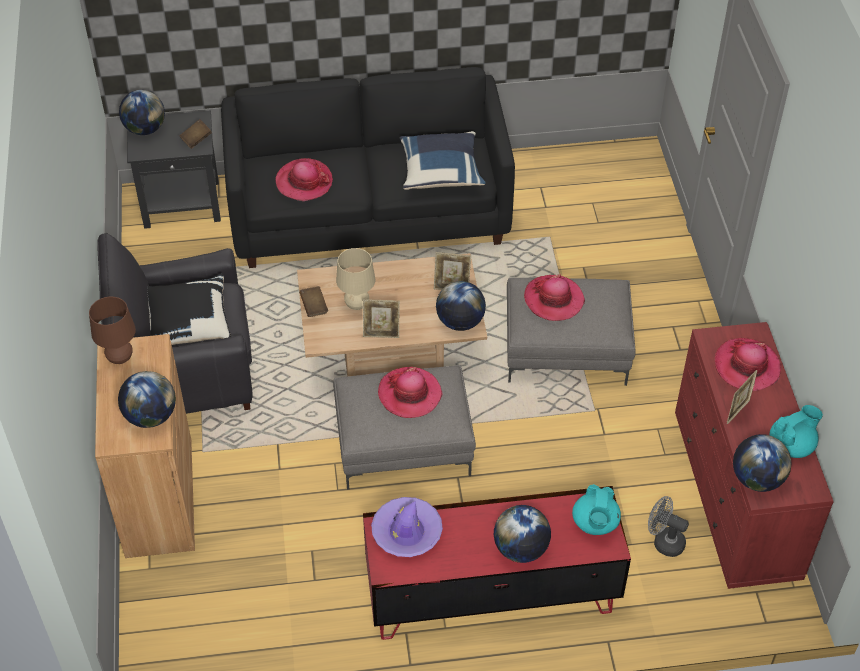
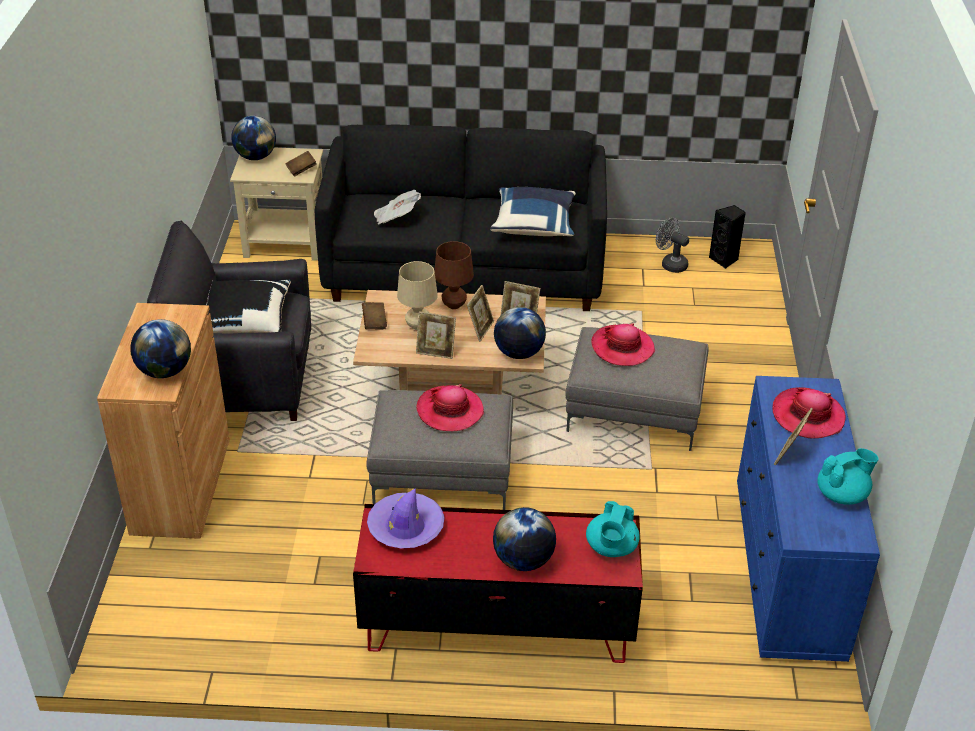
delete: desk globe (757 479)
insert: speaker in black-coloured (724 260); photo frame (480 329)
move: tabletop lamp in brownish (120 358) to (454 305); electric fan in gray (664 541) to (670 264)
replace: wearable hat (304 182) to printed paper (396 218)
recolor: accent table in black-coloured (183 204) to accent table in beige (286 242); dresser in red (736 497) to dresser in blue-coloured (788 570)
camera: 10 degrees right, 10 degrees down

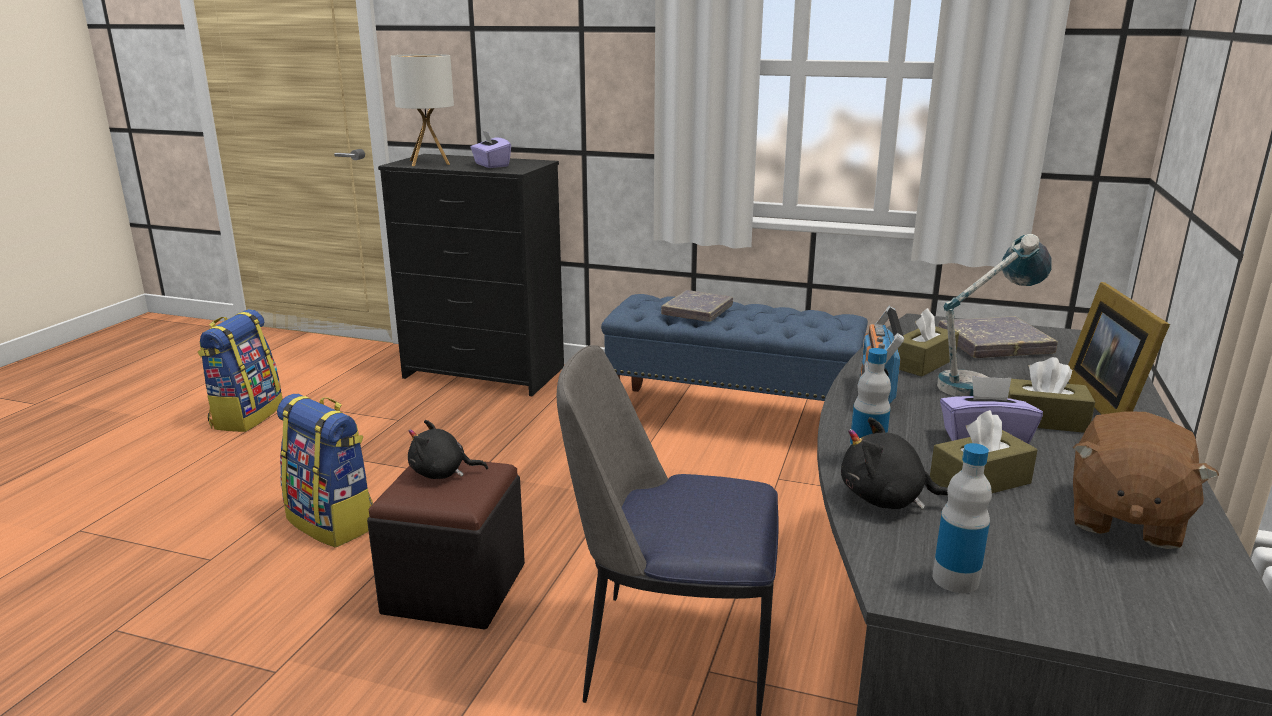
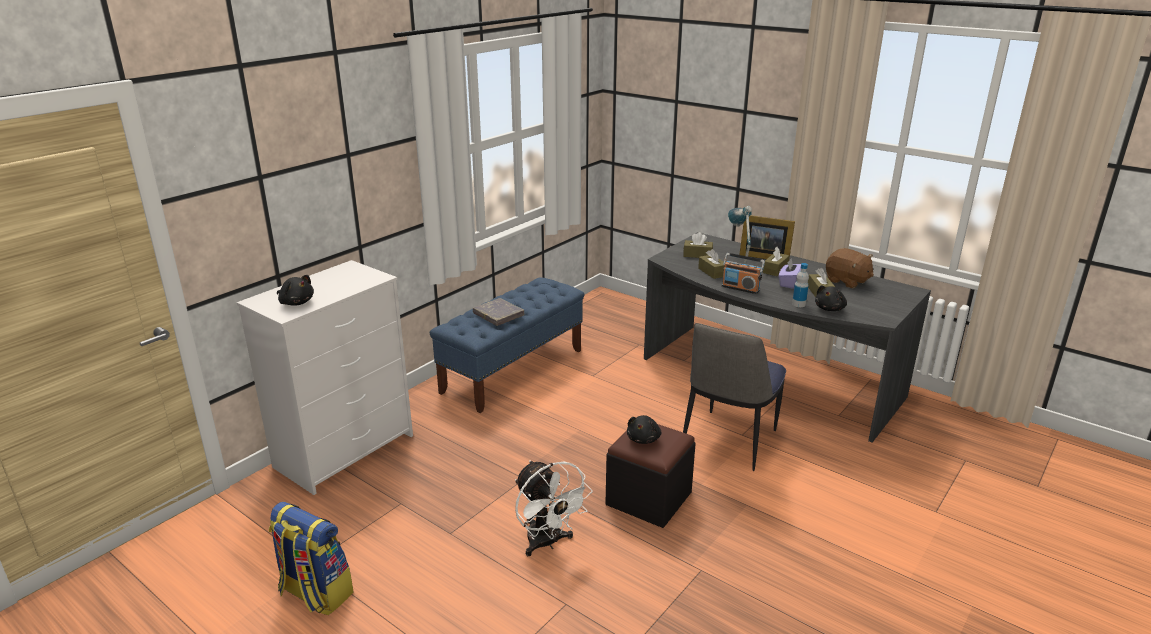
delete: box of tissues in purplish (491 165); drink bottle (955 579)
replace: tabletop lamp (430 162) to cuddly toy in black-coloured (296 302); book in gray (994 344) to box of tissues in brownish (697 255); backpack (334 522) to electric fan in white (547 543)
recolor: dresser in black-coloured (486 372) to dresser in white (345 450)
camera: 70 degrees left, 5 degrees up

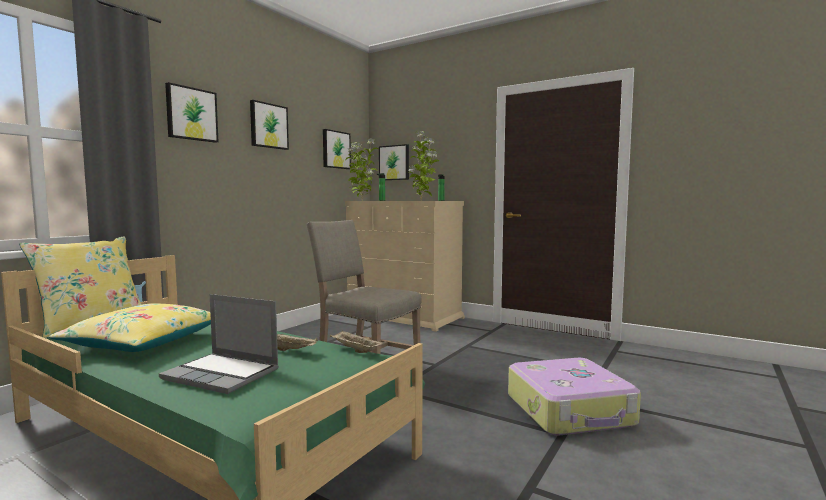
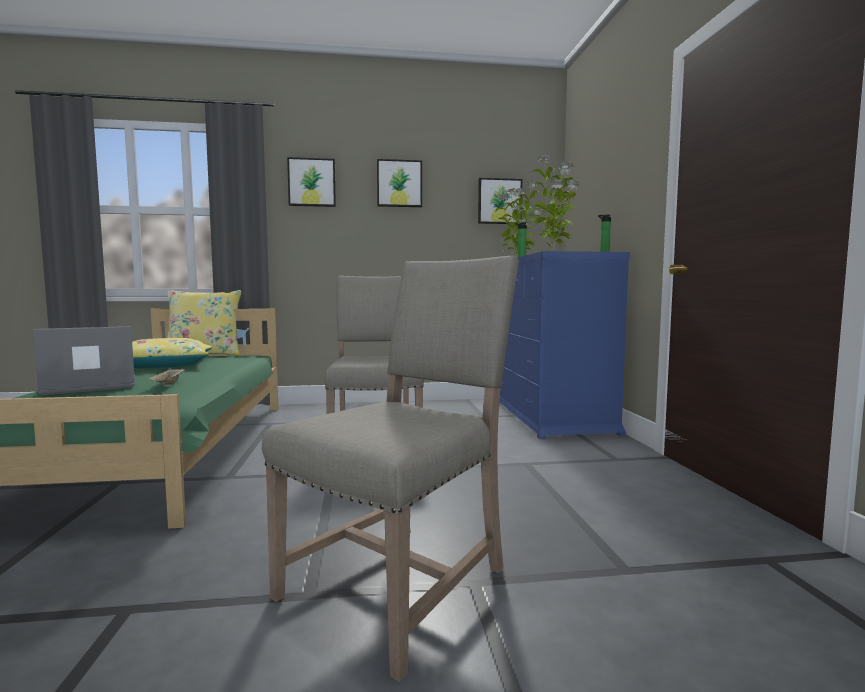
delete: picture (394 162); carrying tray in beige (355 350)
replace: travel case (570 410) to chair in beige (402 581)
recolor: dresser in beige (404 316) to dresser in blue-coloured (552 416)
rotate: portable computer (223 374) = (89 387) 75 degrees clockwise
camera: 50 degrees right, 0 degrees up

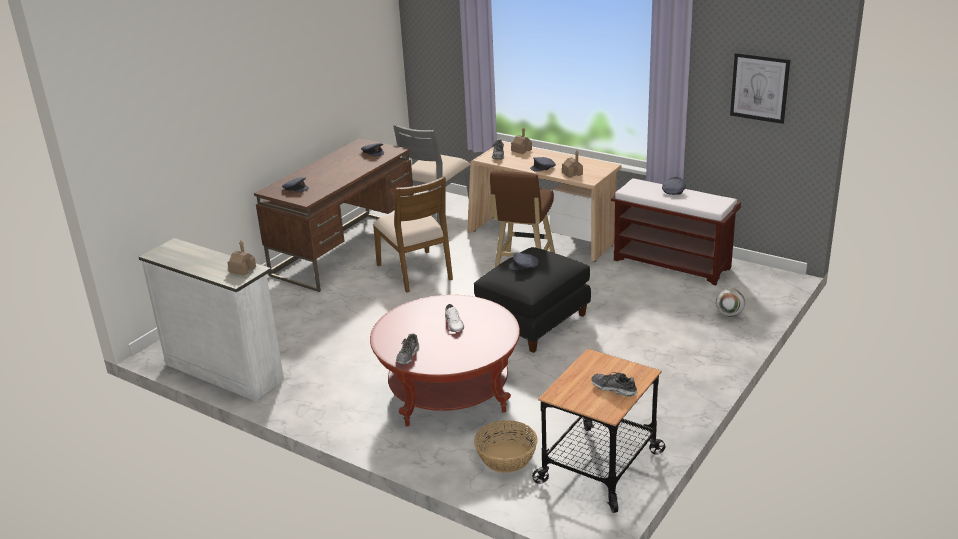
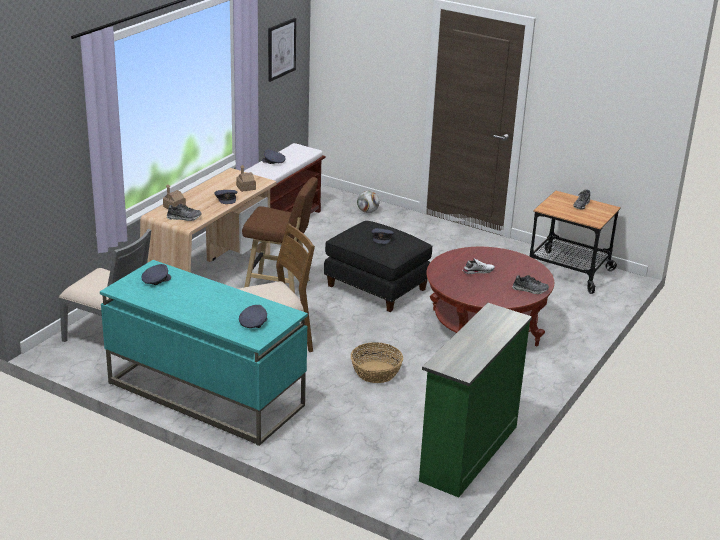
delete: toy house (242 269)
move: storage basket (506 457) to (375 372)
recolor: desk in brownish (345 251) to desk in blue-green (205 394); dresser in white (225 371) to dresser in green (467 453)
camera: 95 degrees left, 0 degrees up

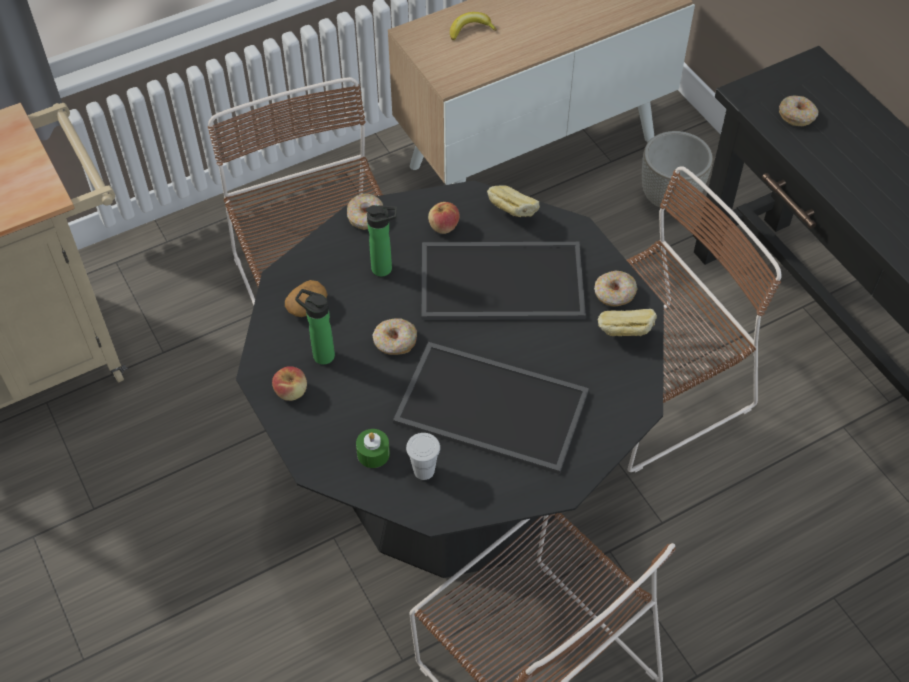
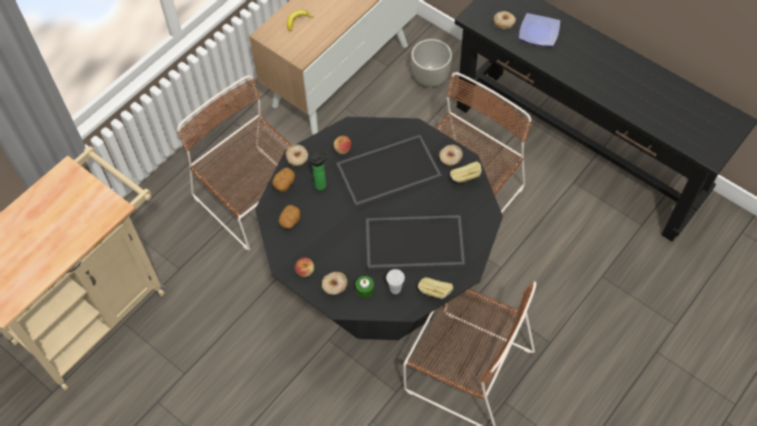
delete: drink bottle (320 354)
insert: plate (539 32); whole potato (284 183)
move: baked bread (512 213) to (434 293); doughnut (395 342) to (334 286)
camera: 20 degrees left, 5 degrees up

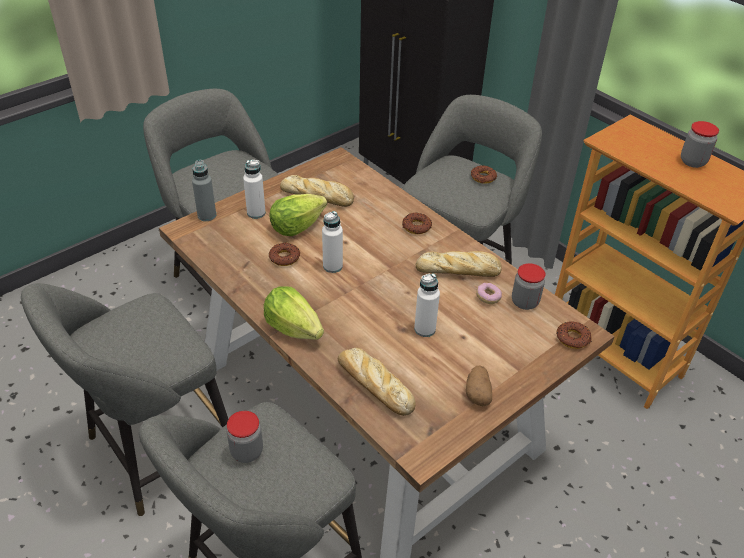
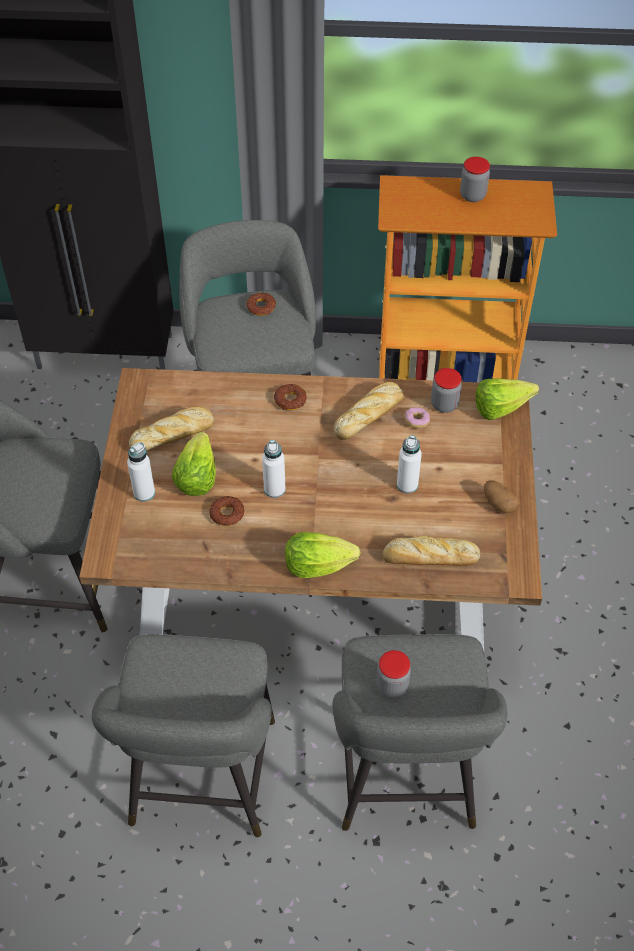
delete: drink bottle in gray (207 215)
replace: doughnut (573 338) to lettuce (506 408)
camera: 45 degrees left, 10 degrees up

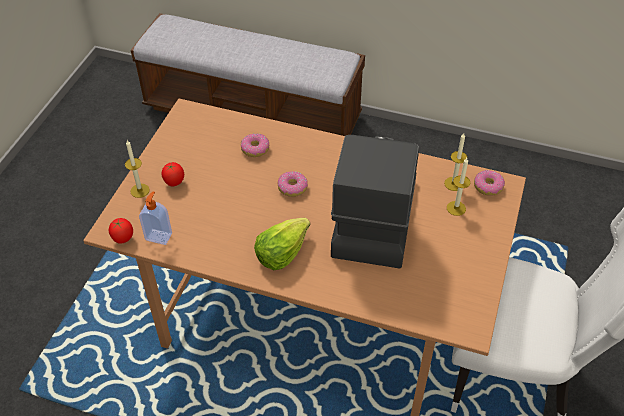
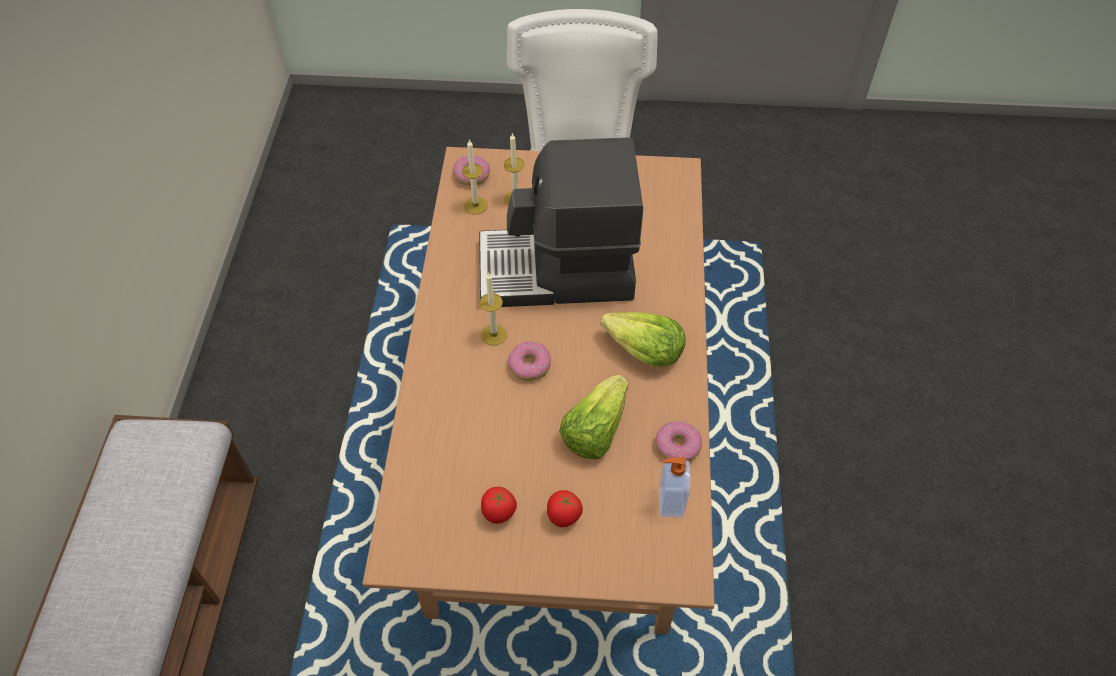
insert: lettuce (595 430)
move: doughnut (255 149) to (678 446); candle (140 190) to (494 335); whole tomato (123 239) to (499 514)
camera: 105 degrees left, 5 degrees up

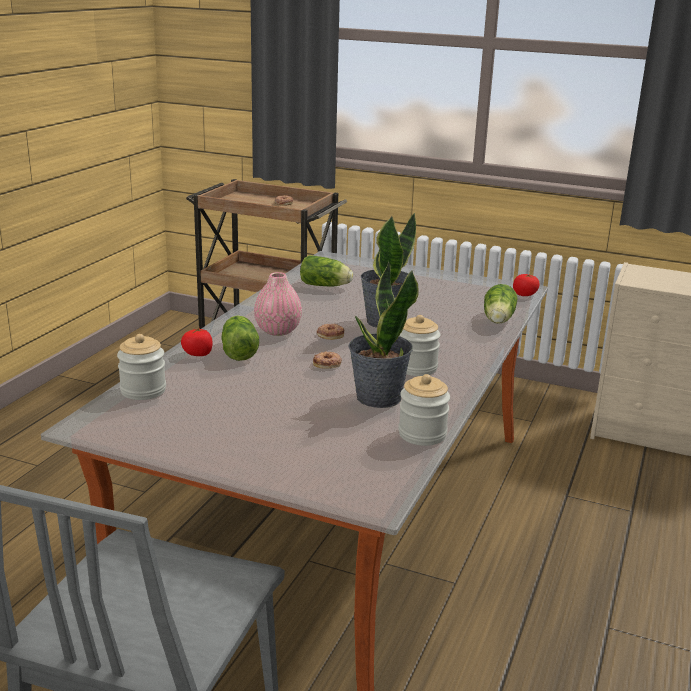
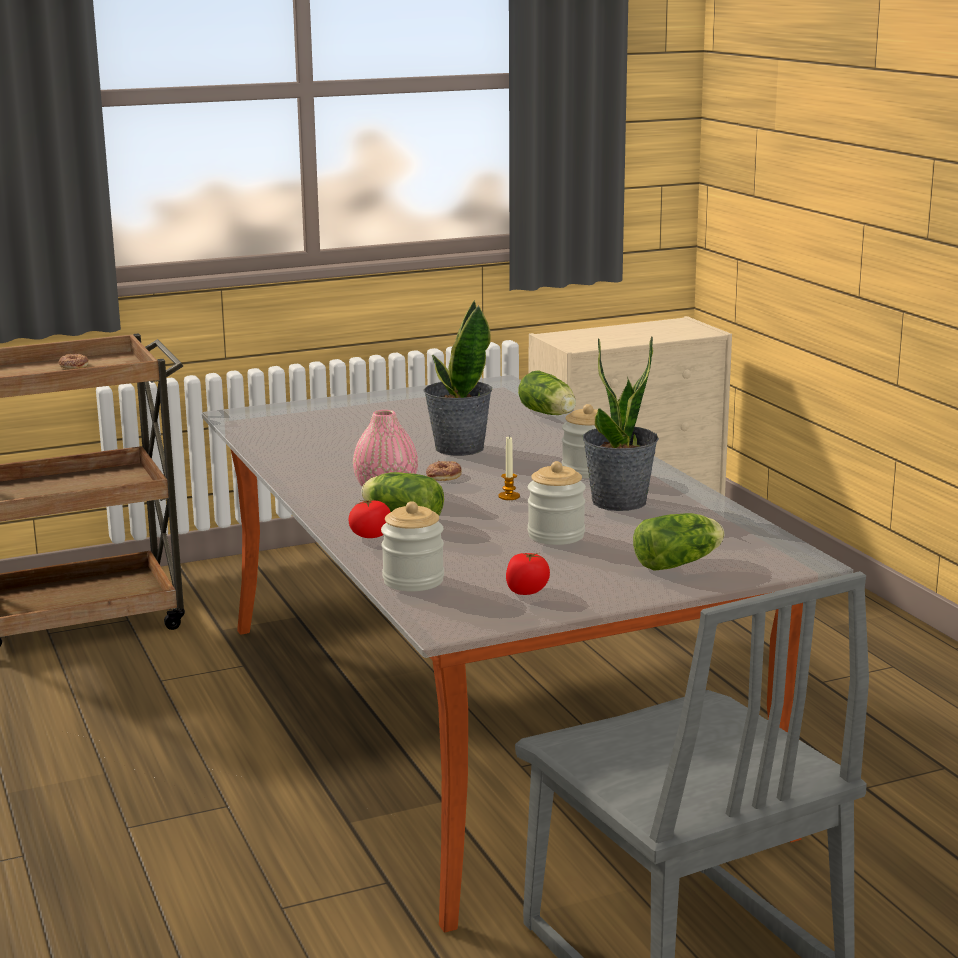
move: lettuce (326 286) to (680 563); whole tomato (525 295) to (527 591); preserve jar (422 434) to (556 535)
replace: doughnut (327 364) to candle (509 496)
camera: 45 degrees left, 5 degrees down

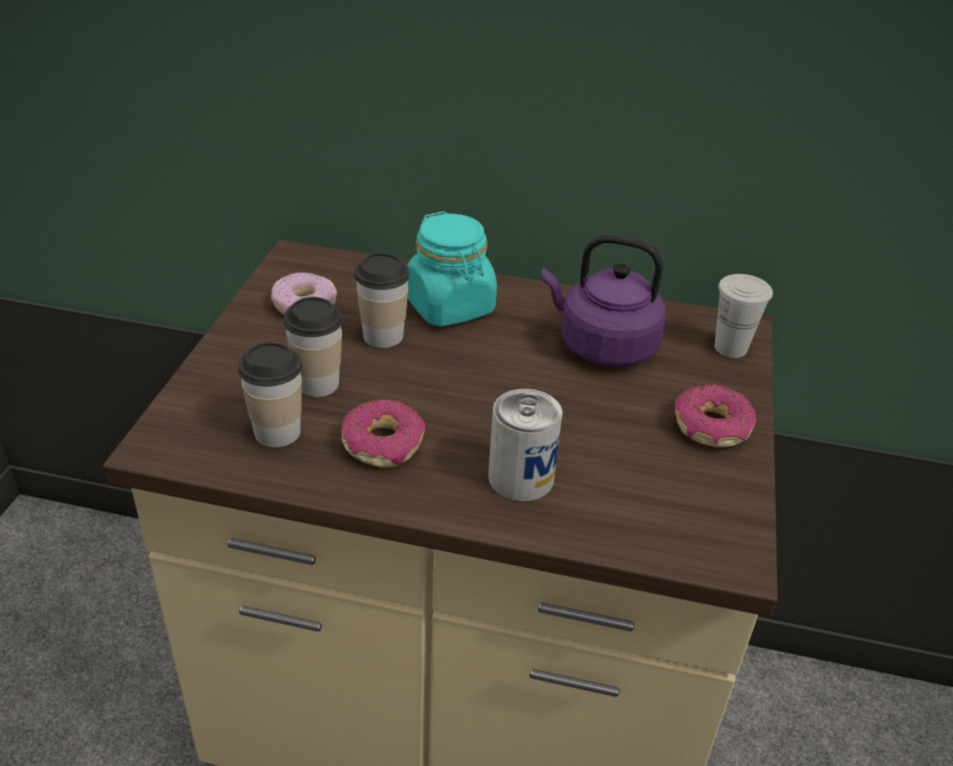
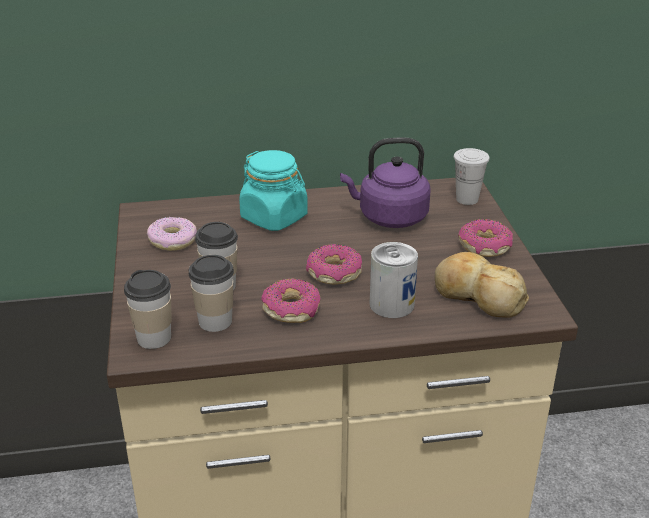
insert: doughnut (334 273); baked bread (478 296)
move: cup (383 336) to (154 338)
camera: 20 degrees left, 5 degrees down

